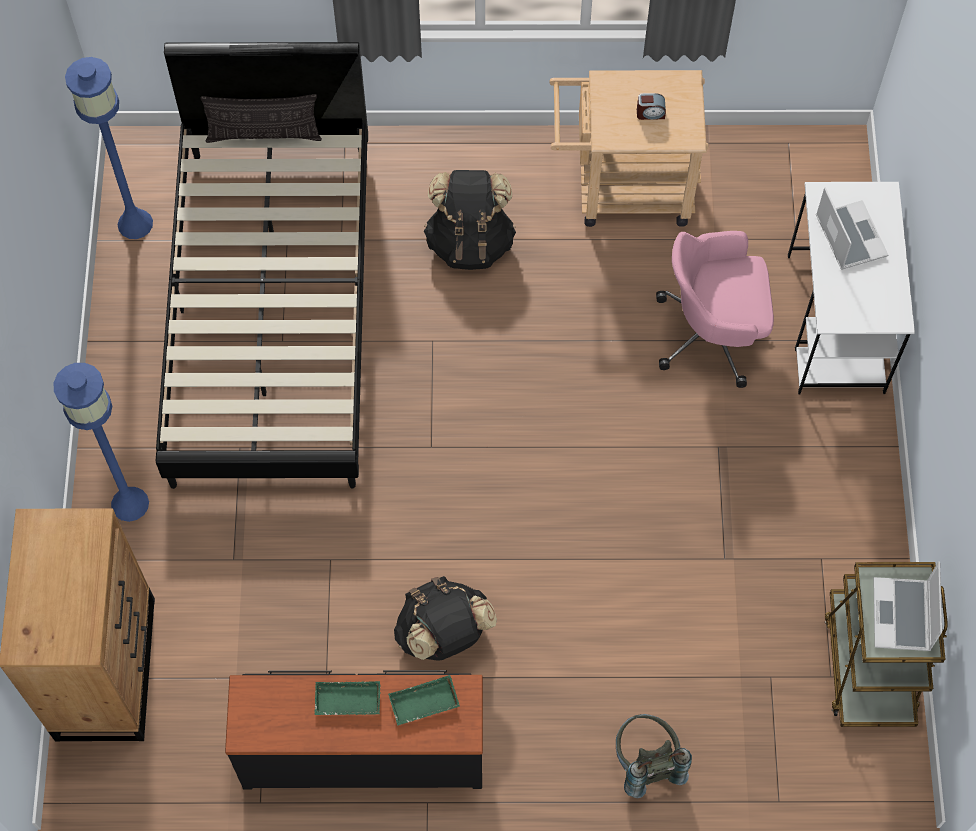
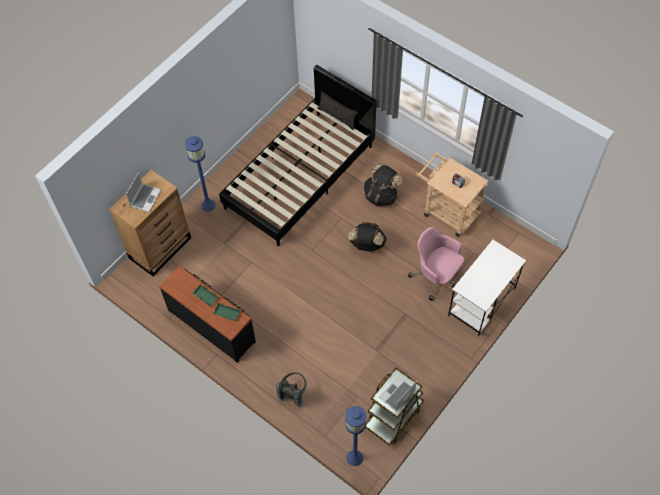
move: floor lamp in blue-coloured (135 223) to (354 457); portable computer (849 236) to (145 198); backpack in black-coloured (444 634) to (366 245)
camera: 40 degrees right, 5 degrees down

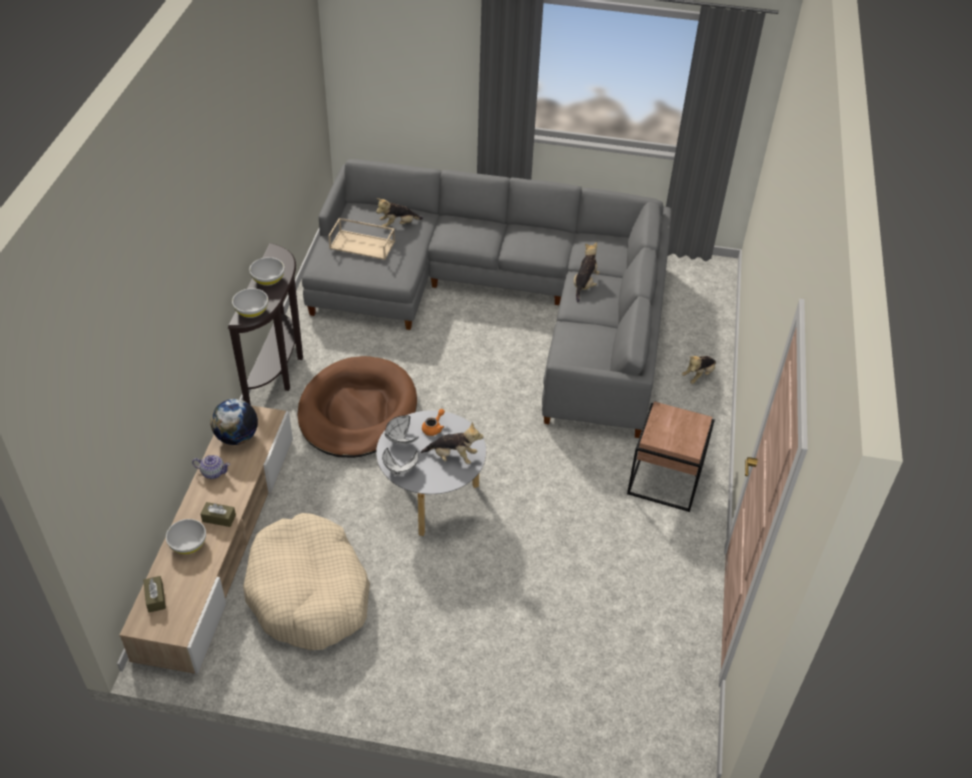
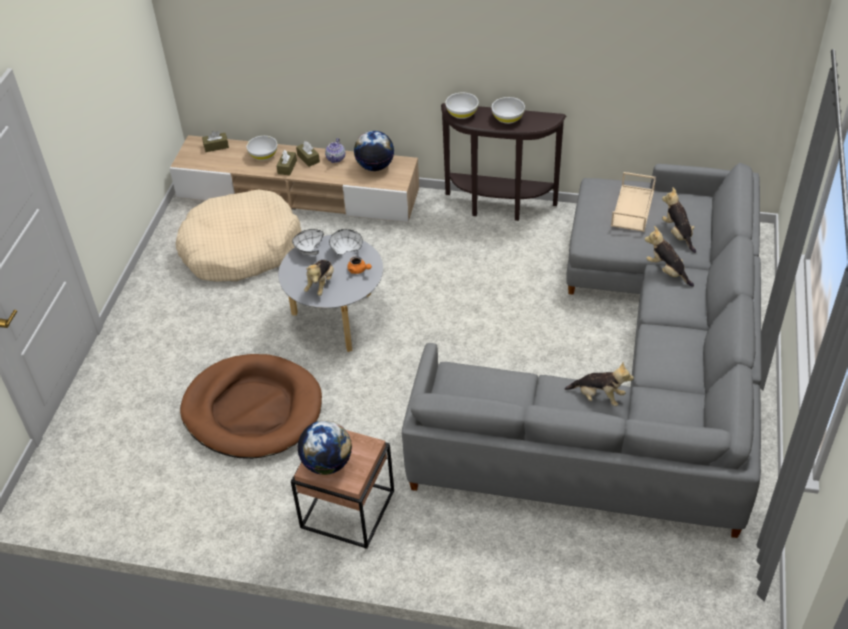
insert: box of tissues in brownish (308 158); desk globe (327 463)
move: dog cushion in brownish (357 411) to (253 410); cuddly toy (698 375) to (667 271)
camera: 95 degrees right, 0 degrees up

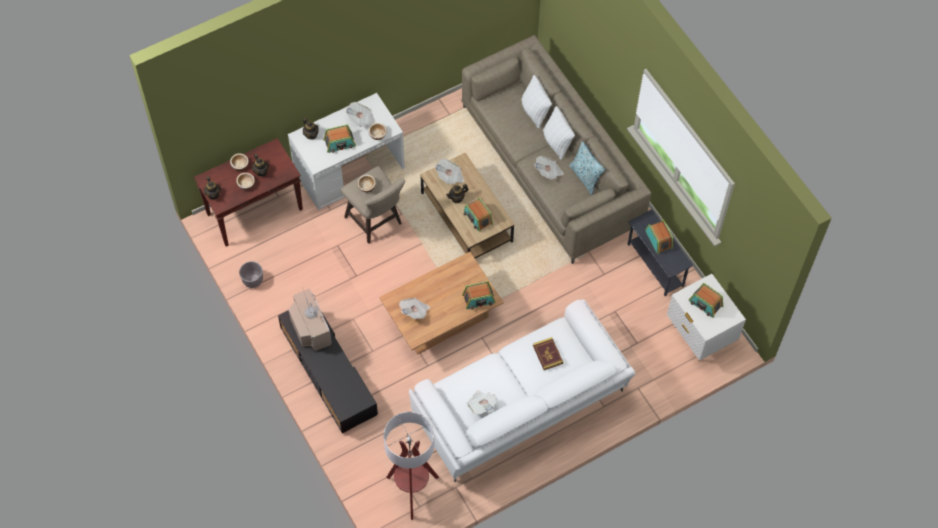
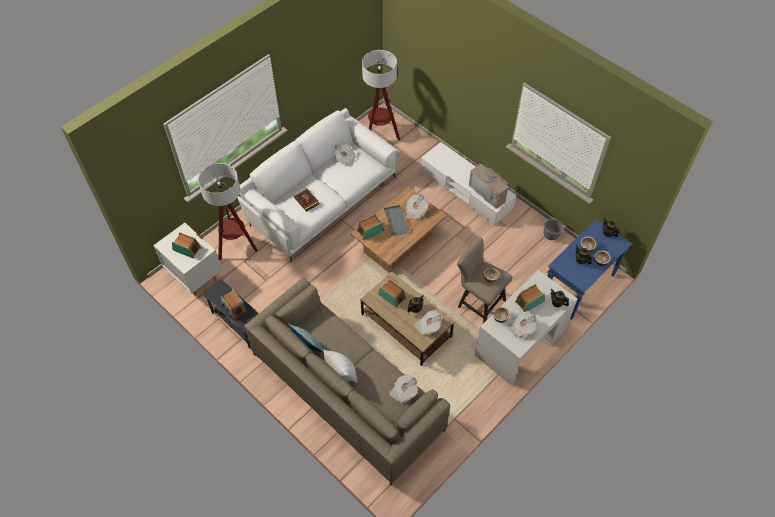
delete: cushion in white (534 112)
insert: floor lamp (236 246); carrying tray in gray (396 221)
move: printed paper (548 172) to (403 392)
recolor: hall table in brownish (255 211) to hall table in blue-coloured (578 287); tv unit in black-coloured (328 371) to tv unit in white (466 190)
camera: 165 degrees right, 5 degrees down

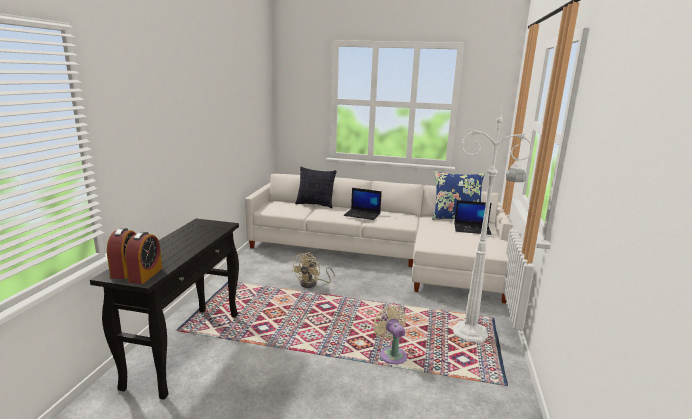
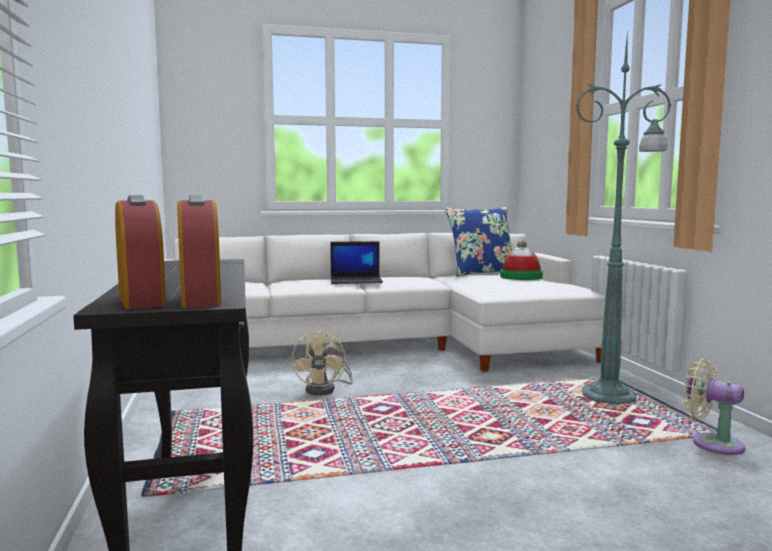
delete: cushion (315 205)
move: electric fan in beige (391 354) to (712 443)
replace: portable computer (472 229) to wearable hat (521 277)
recolor: floor lamp in white (472 333) to floor lamp in green (611 396)
camera: 25 degrees left, 10 degrees down

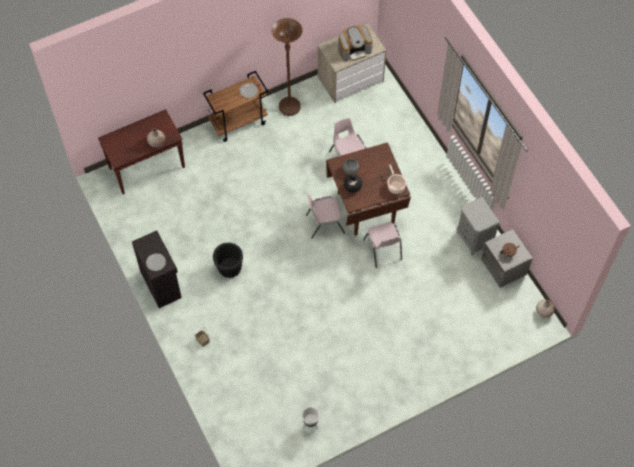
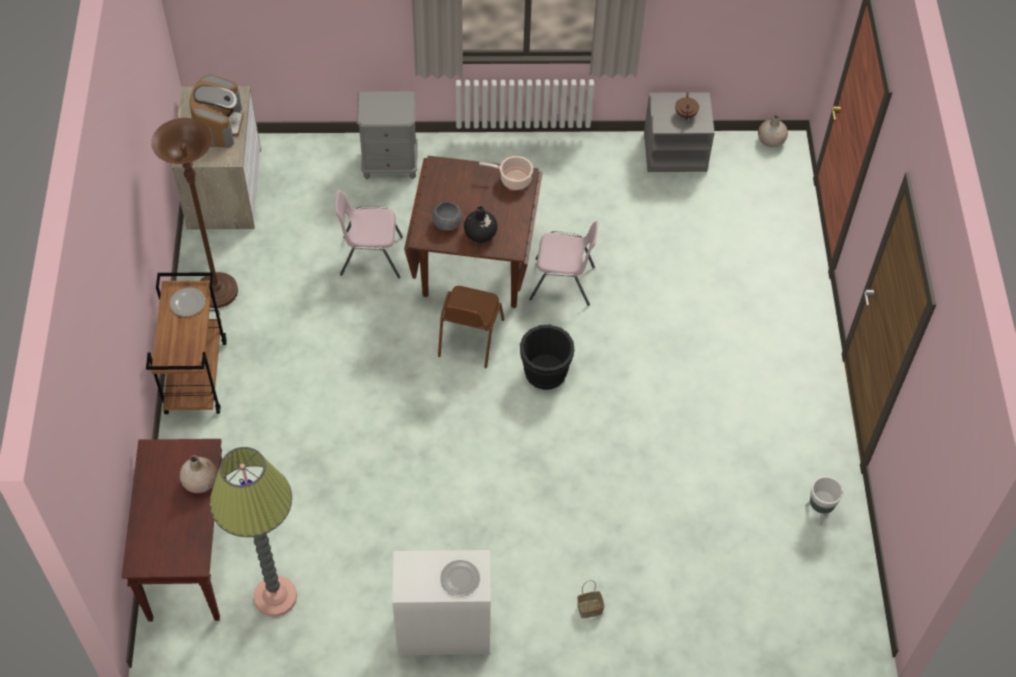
insert: floor lamp (275 596)
move: night table in gray (474 239) to (390 164); bucket in black-coloured (229 267) to (545 373)
recolor: chair in pink (324 223) to chair in brownish (469 338); cupboard in black-coloured (161 284) to cupboard in white (443 630)
camera: 65 degrees left, 5 degrees down

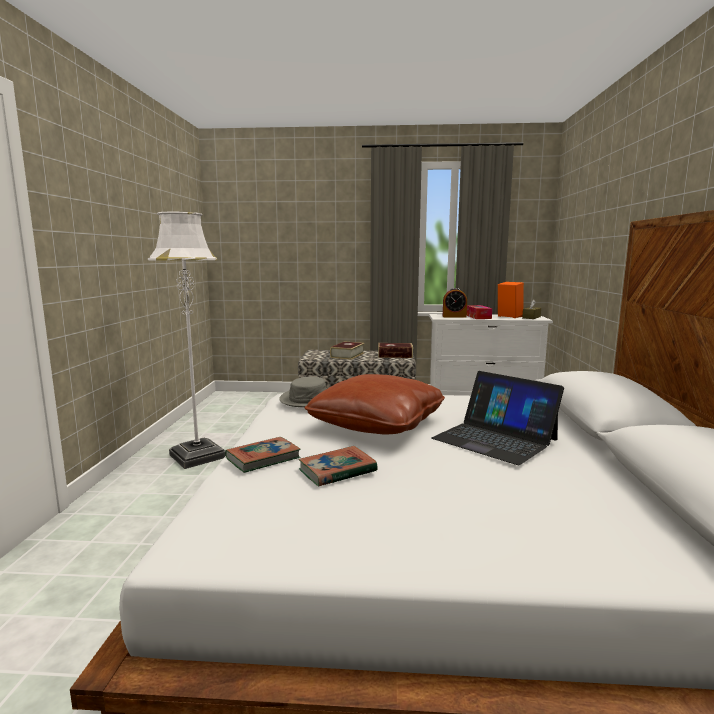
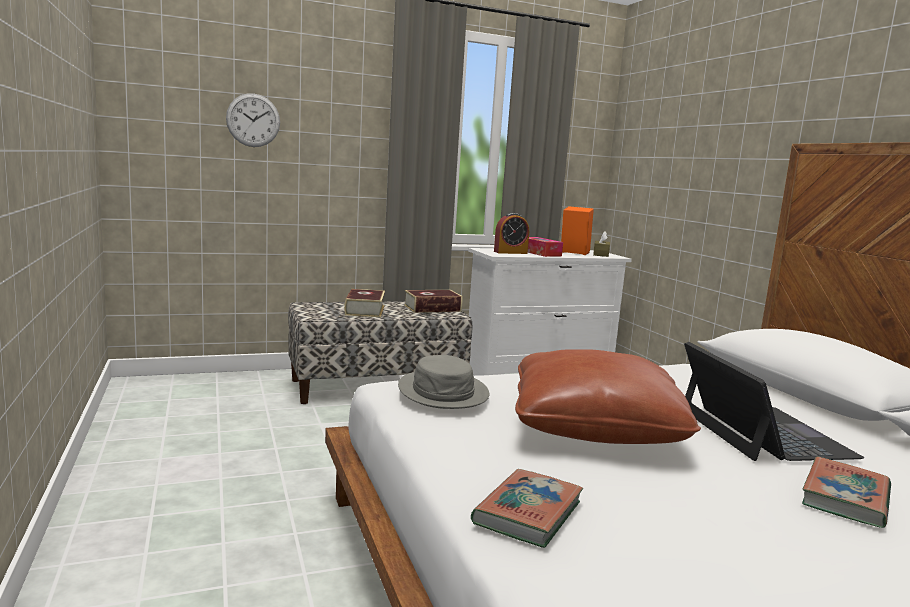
delete: floor lamp in white (197 456)
insert: hanging clock (253 120)
move: book (337 470) to (845 498)
rotate: portable computer (495 439) = (762 432) 120 degrees counterclockwise
camera: 25 degrees left, 0 degrees up

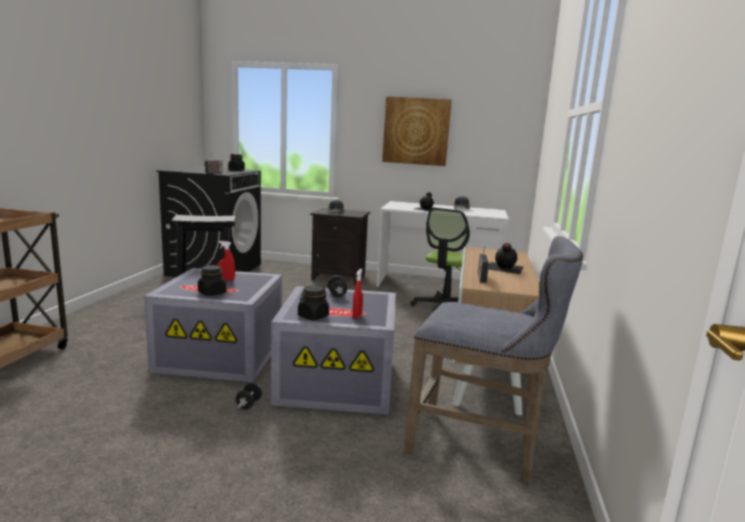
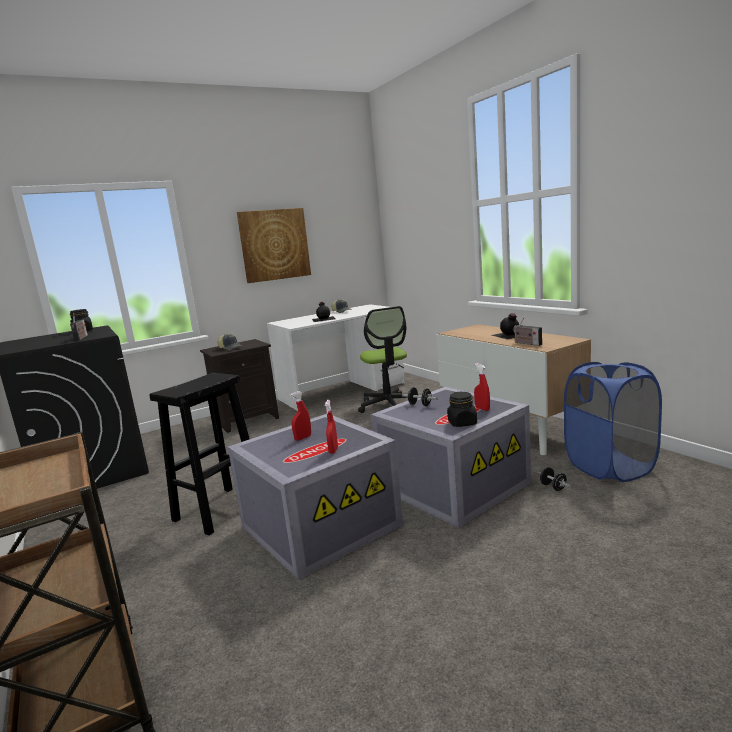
move: free weight in black-coloured (248 404) to (553 487)
replace: stool in gray (480 448) to laundry basket in blue-coloured (610 467); preserve jar in black-coloured (212 293) to sprayer in red (333 450)
camera: 40 degrees left, 0 degrees up

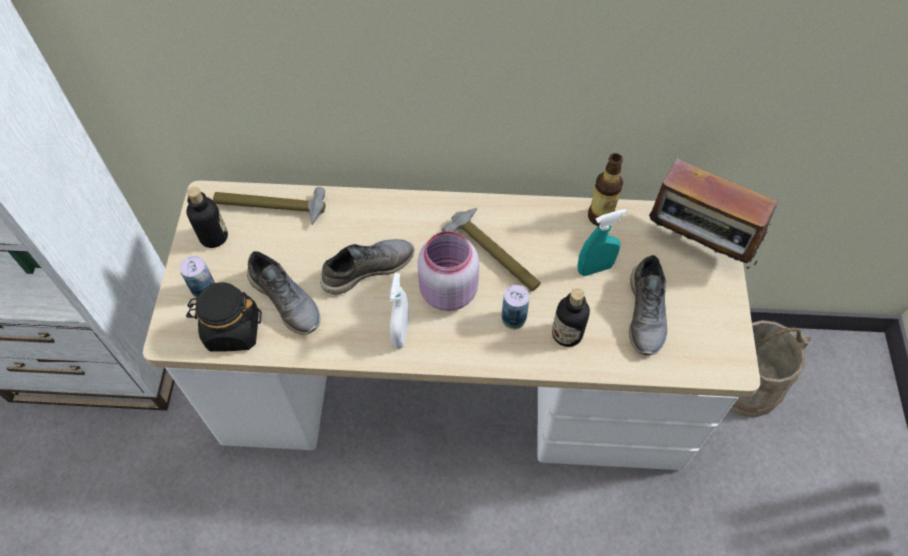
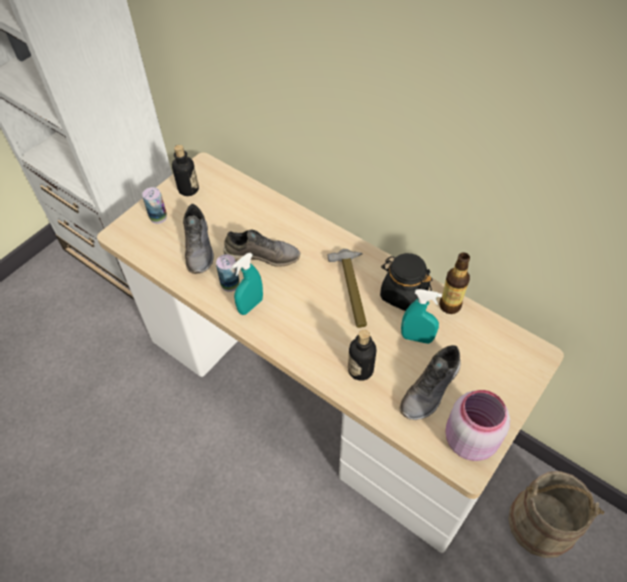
delete: radio receiver (697 246); hand hammer (270 207)
move: preserve jar in pink (446 292) to (468 439); preserve jar in black-coloured (232 330) to (403 294); metal can (513 319) to (230 284)
recolor: sprayer in white (400 333) to sprayer in blue-green (250 306)
camera: 35 degrees right, 5 degrees down

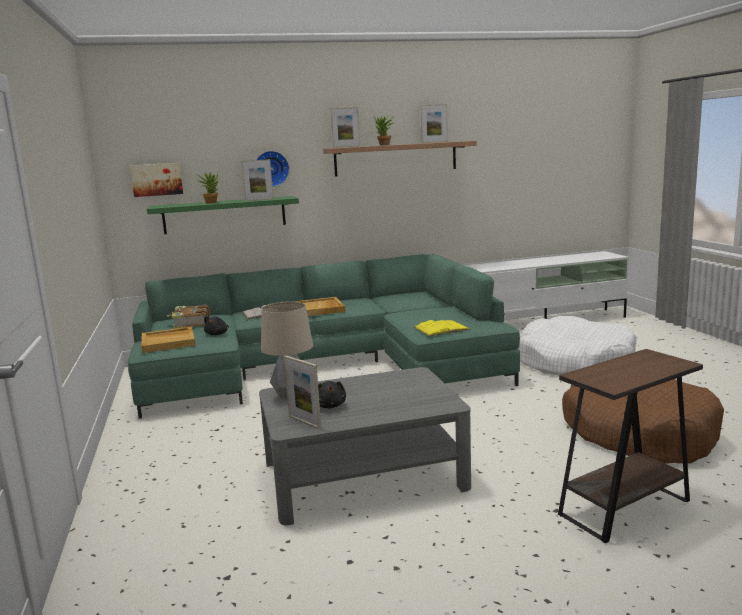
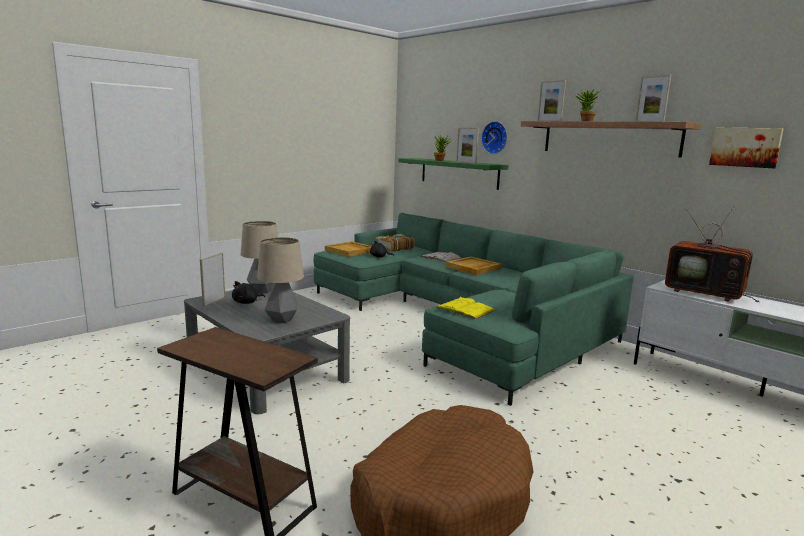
delete: dog cushion in white (575 363)
insert: TV (706 293); tabletop lamp (282 320)
move: picture (157 179) to (745 147)
camera: 60 degrees right, 0 degrees up

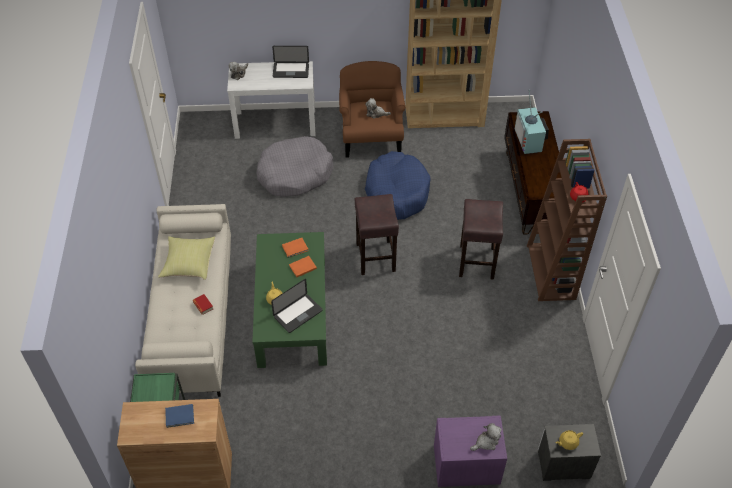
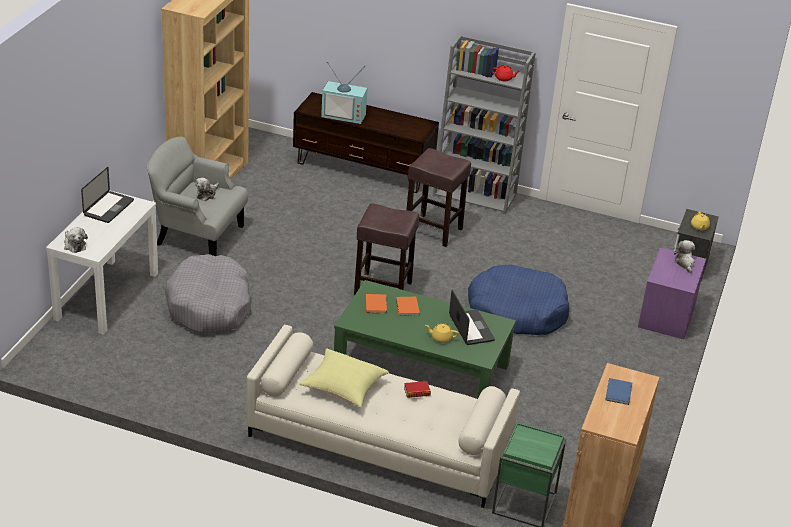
move: dog cushion in blue-coloured (397 192) to (516 311)
recolor: easy chair in brownish (371 137) to easy chair in gray (197 235); shelving unit in brownish (551 272) to shelving unit in gray (475 195)
camera: 70 degrees left, 15 degrees down

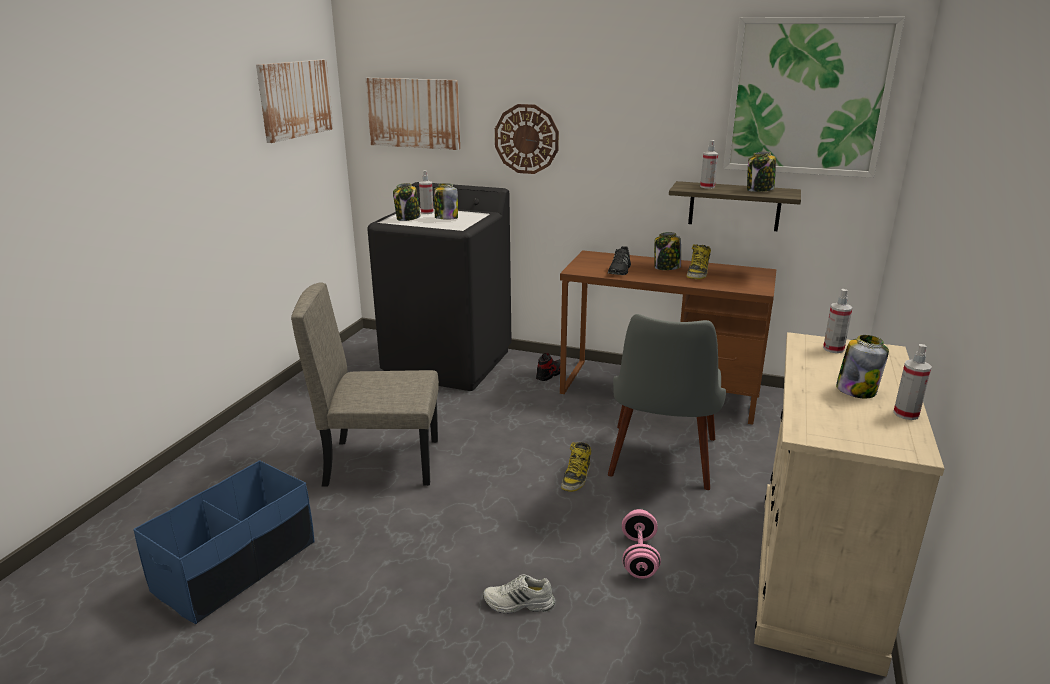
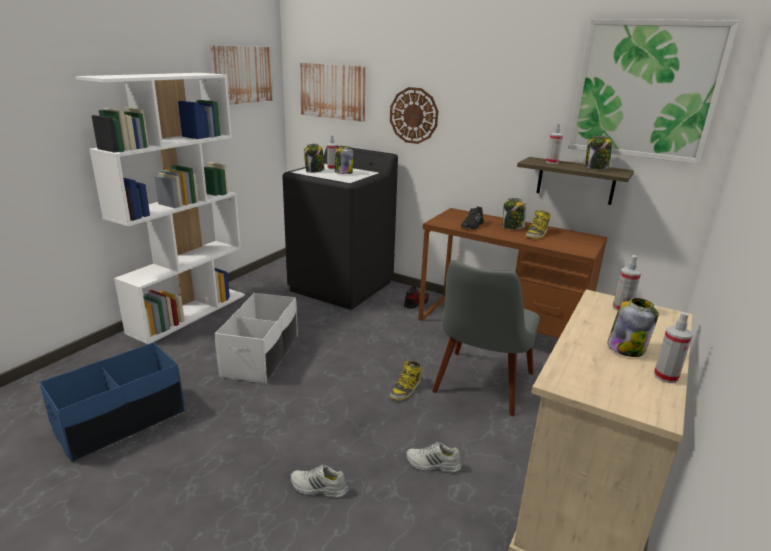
insert: shelving unit in white (189 313)
replace: chair in beige (382 462) to storage container in white (261 355); free weight in pink (639 557) to item of footwear in white (433 465)
camera: 10 degrees right, 0 degrees up

